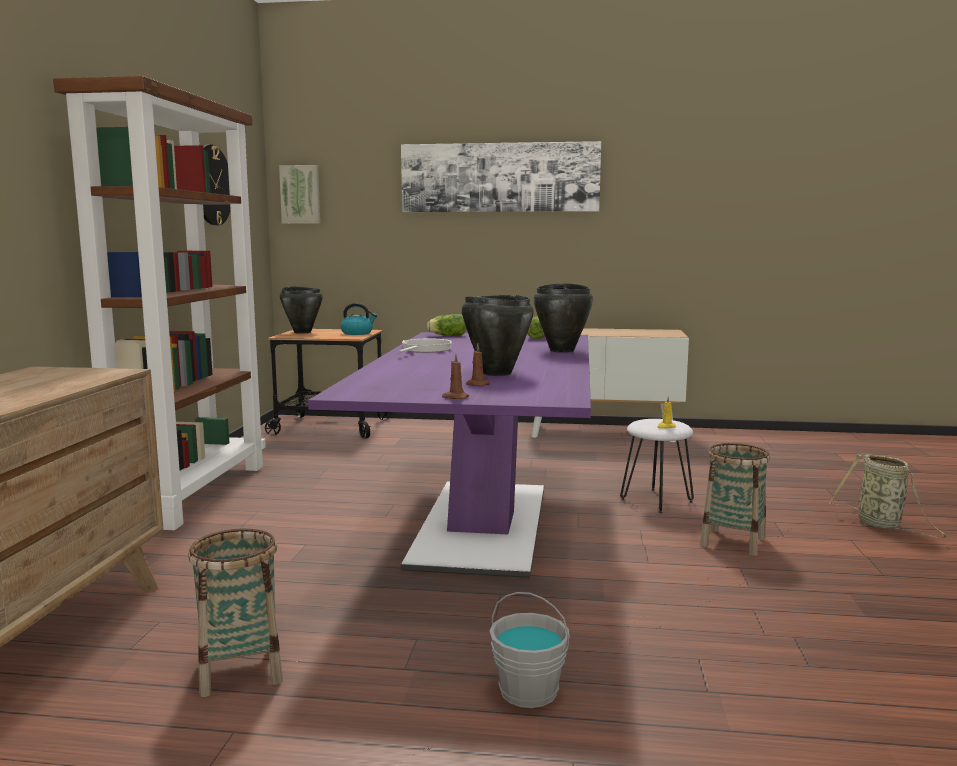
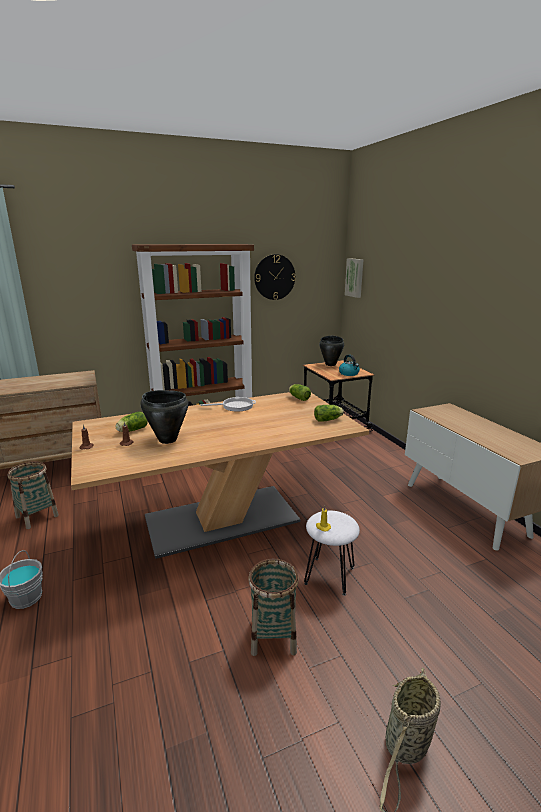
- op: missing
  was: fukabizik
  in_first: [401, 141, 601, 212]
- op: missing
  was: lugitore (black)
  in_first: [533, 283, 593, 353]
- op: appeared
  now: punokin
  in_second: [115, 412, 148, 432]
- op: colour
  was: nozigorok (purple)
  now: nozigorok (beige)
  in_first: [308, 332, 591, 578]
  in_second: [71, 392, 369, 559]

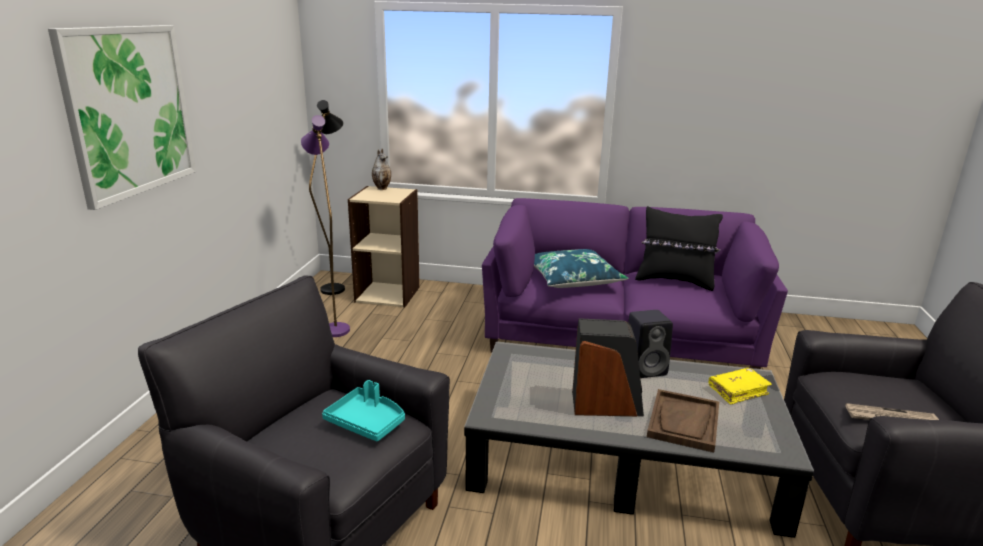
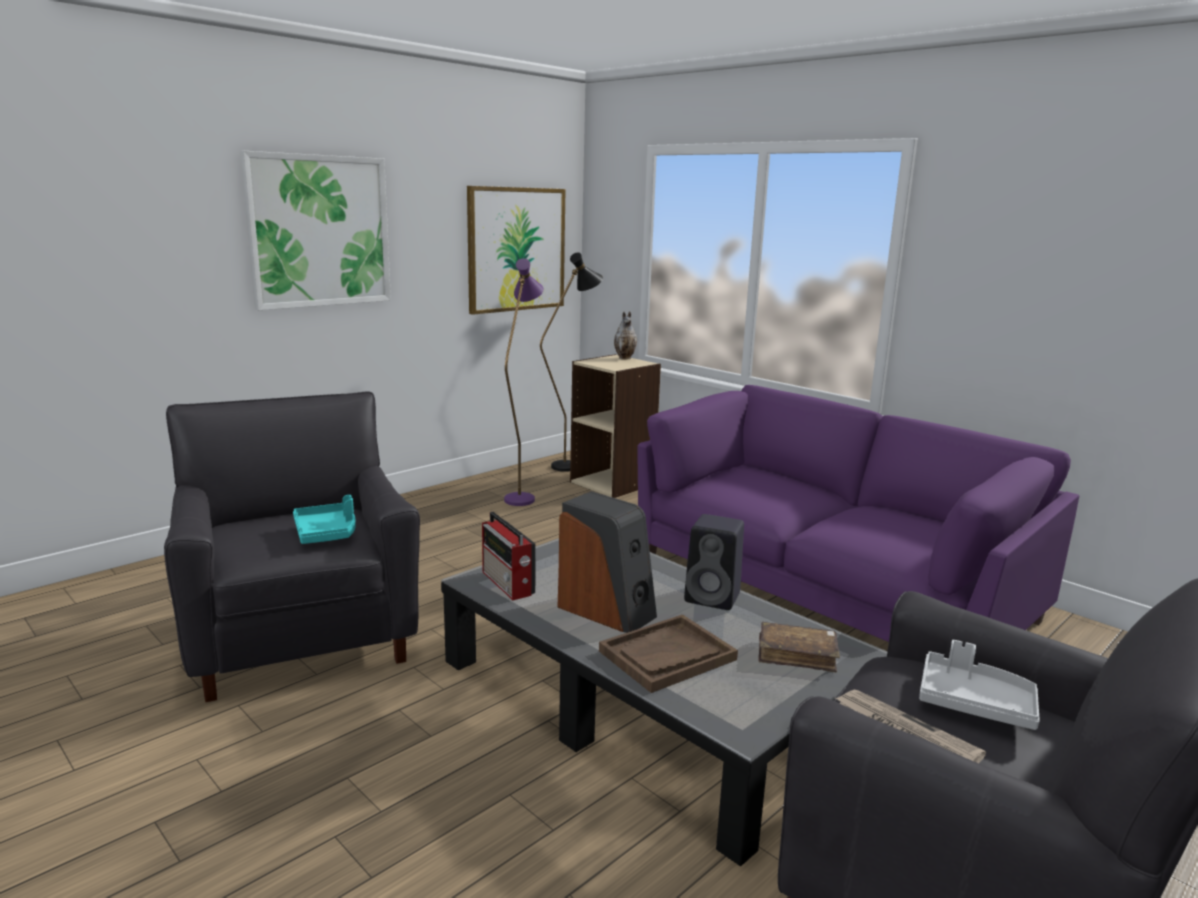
- op: missing
  was: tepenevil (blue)
  in_first: [534, 249, 628, 288]
- op: missing
  was: tepenevil (black)
  in_first: [635, 206, 723, 291]
- op: appeared
  now: fukabizik
  in_second: [467, 186, 566, 315]
- op: appeared
  now: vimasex
  in_second: [482, 512, 536, 600]
- op: appeared
  now: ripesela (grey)
  in_second: [919, 640, 1040, 730]
- op: colour
  was: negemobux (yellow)
  now: negemobux (brown)
  in_first: [709, 368, 772, 405]
  in_second: [758, 622, 840, 672]

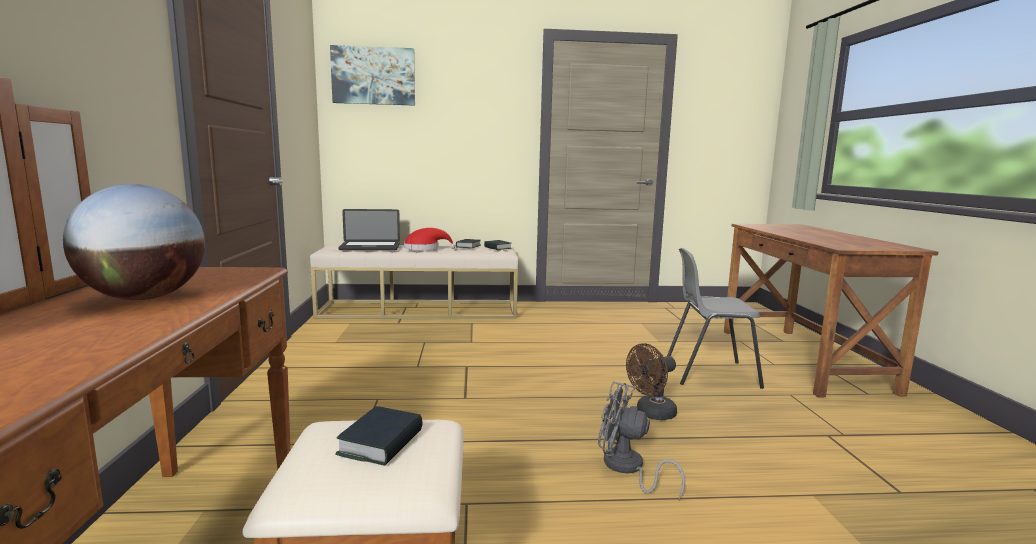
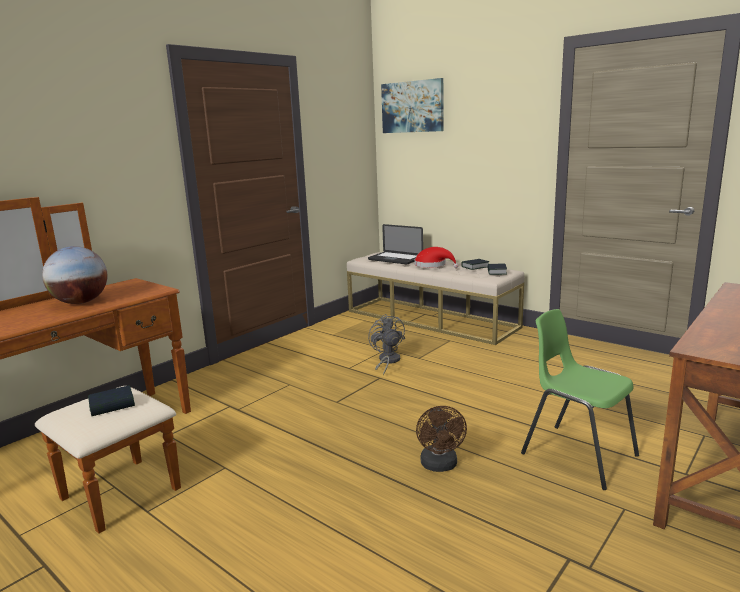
- op: relocated
  was: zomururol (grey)
  in_first: [598, 382, 685, 500]
  in_second: [368, 314, 405, 376]
- op: colour
  was: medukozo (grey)
  now: medukozo (green)
  in_first: [667, 248, 764, 389]
  in_second: [521, 309, 639, 490]
- op: spun
  was: zomururol (brown)
  in_first: [626, 343, 677, 420]
  in_second: [416, 406, 467, 472]
  clockwise: -105

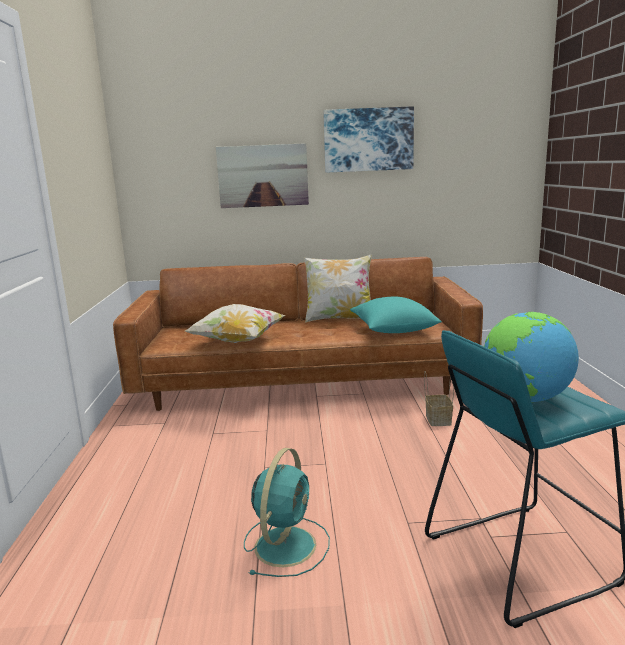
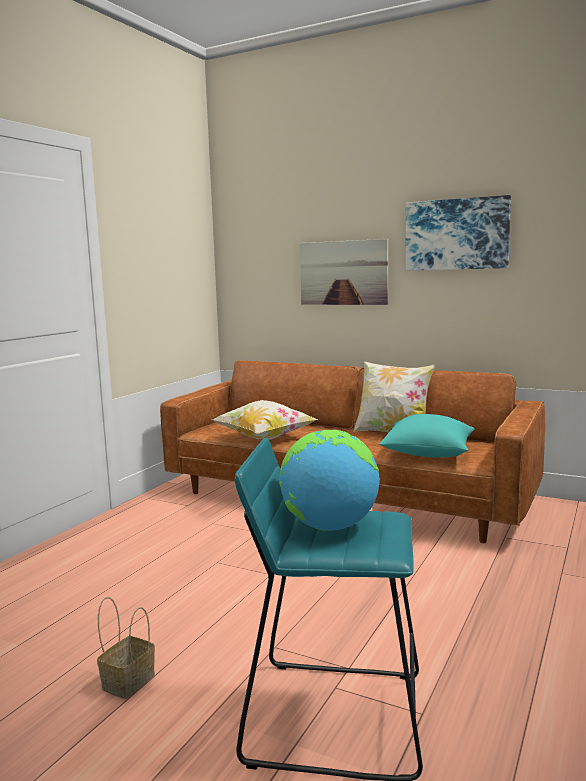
- op: missing
  was: zomururol (turquoise)
  in_first: [244, 448, 330, 577]
- op: relocated
  was: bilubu
  in_first: [424, 371, 454, 426]
  in_second: [97, 597, 155, 699]

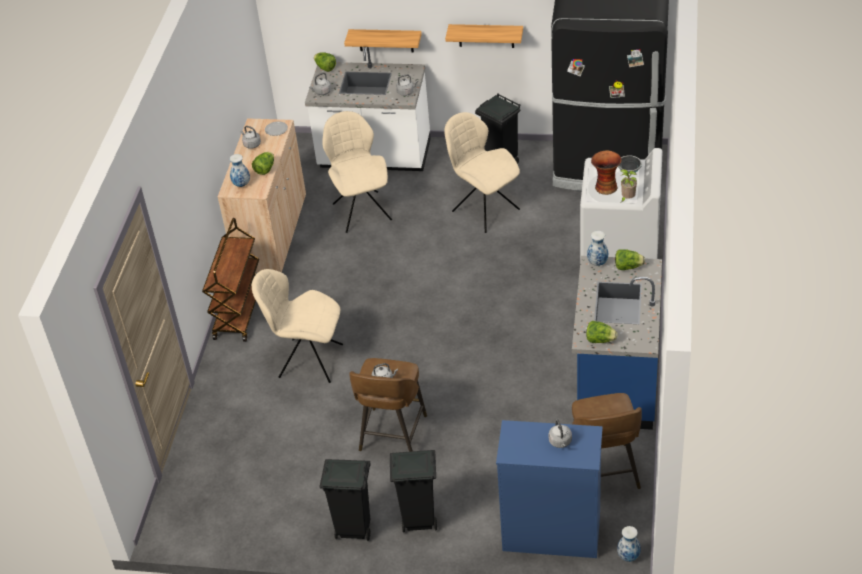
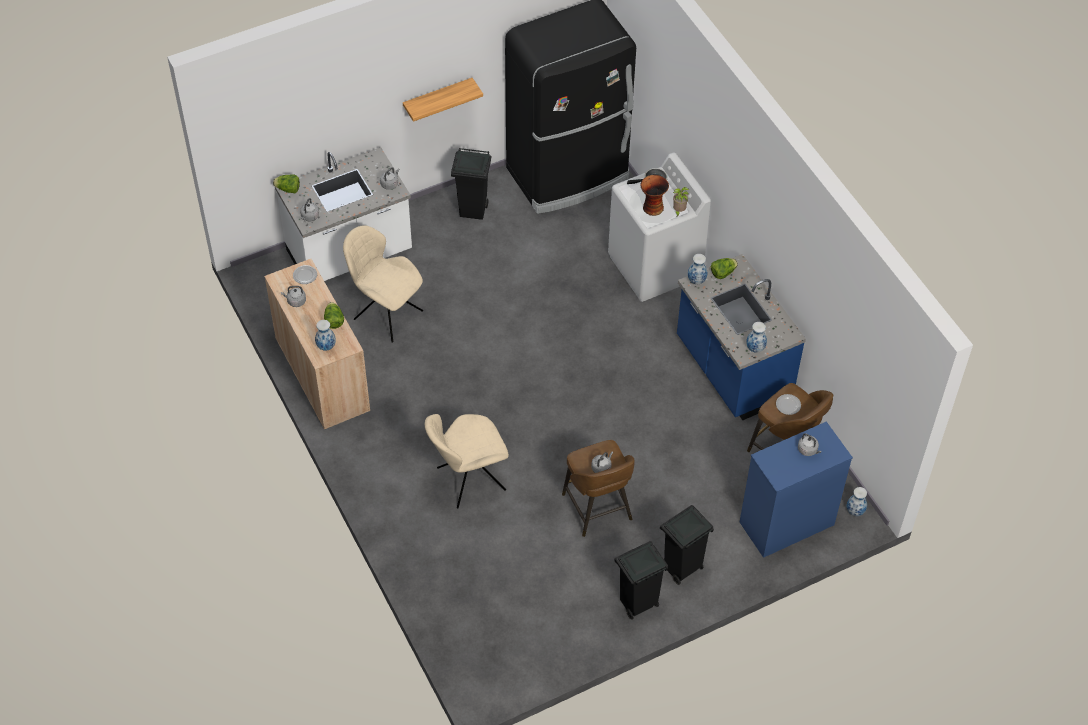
- op: missing
  was: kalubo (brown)
  in_first: [202, 218, 259, 342]
- op: missing
  was: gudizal
  in_first: [344, 29, 422, 53]
- op: missing
  was: medukozo (beige)
  in_first: [444, 112, 520, 233]
- op: appeared
  now: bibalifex
  in_second: [776, 394, 801, 415]
- op: exchanged
  was: punokin
  now: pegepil
  in_first: [586, 321, 618, 343]
  in_second: [746, 322, 767, 353]

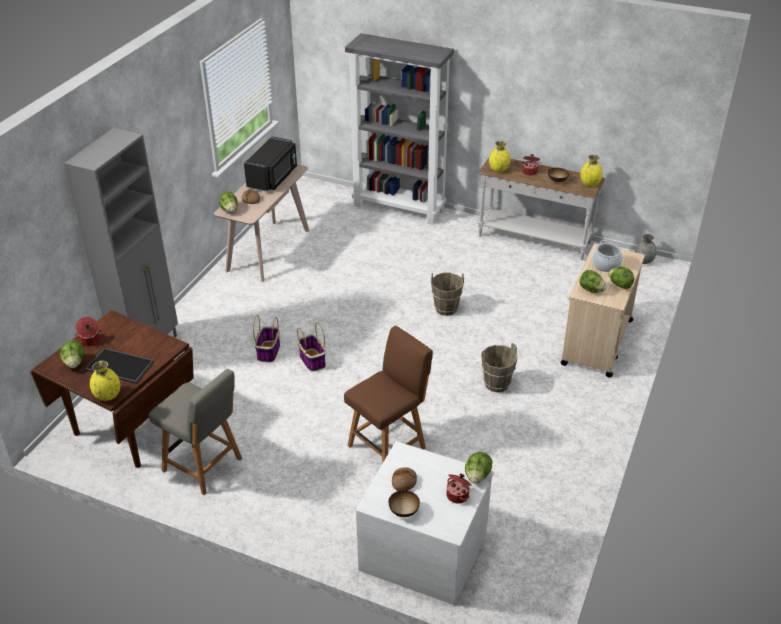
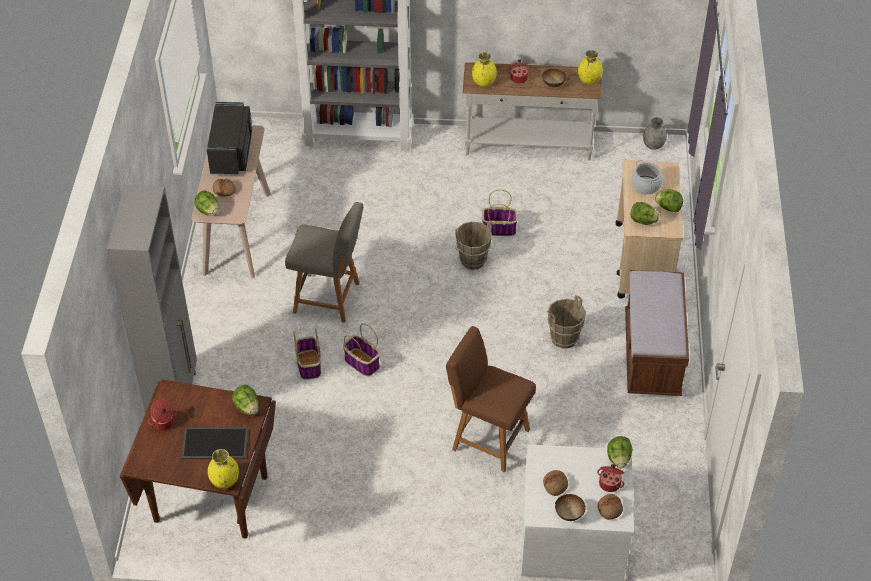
- op: appeared
  now: bilubu
  in_second: [482, 190, 518, 236]
- op: appeared
  now: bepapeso
  in_second: [598, 494, 623, 520]
- op: appeared
  now: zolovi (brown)
  in_second: [625, 270, 689, 396]
- op: relocated
  was: punokin
  in_first: [60, 340, 84, 369]
  in_second: [232, 385, 258, 415]
- op: relocated
  was: medukozo (grey)
  in_first: [149, 369, 242, 495]
  in_second: [285, 202, 363, 323]
- op: spun
  was: medukozo (brown)
  in_first: [344, 326, 433, 464]
  in_second: [446, 326, 536, 472]
  clockwise: -90

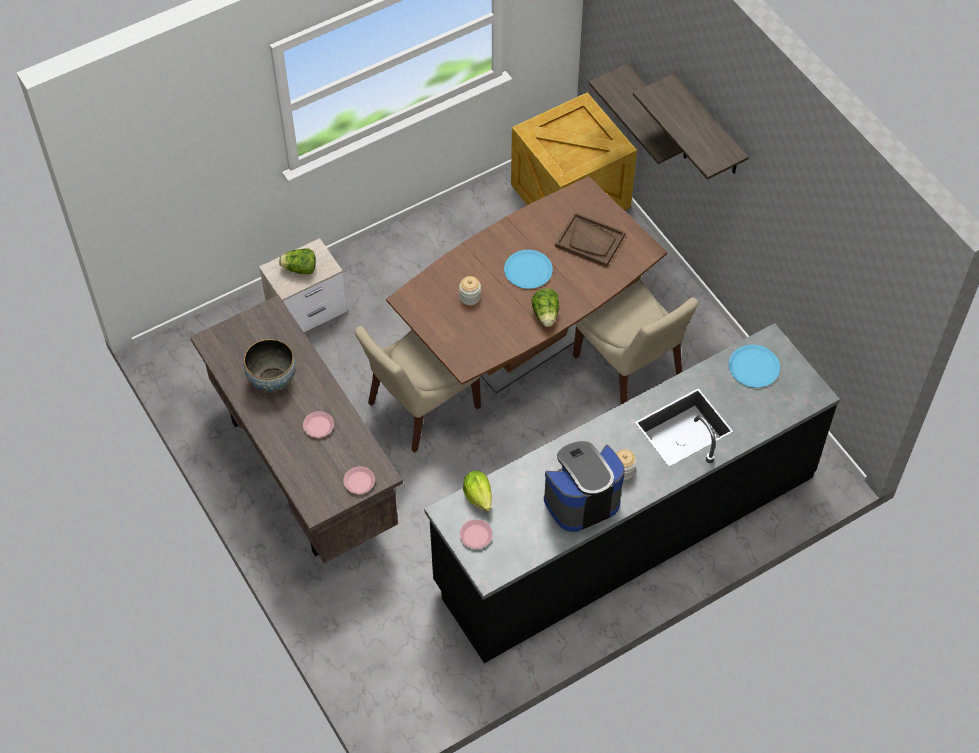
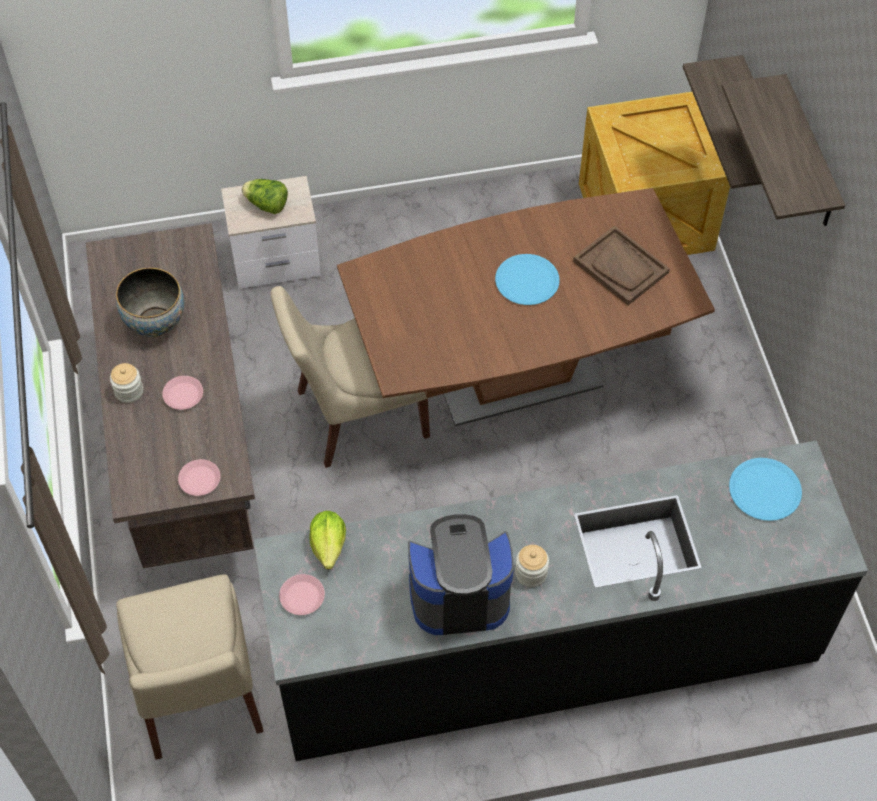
- op: missing
  was: punokin
  in_first: [531, 288, 559, 327]
- op: relocated
  was: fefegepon
  in_first: [459, 276, 481, 305]
  in_second: [110, 363, 143, 403]
- op: relocated
  was: medukozo (beige)
  in_first: [573, 280, 698, 404]
  in_second: [116, 574, 264, 760]

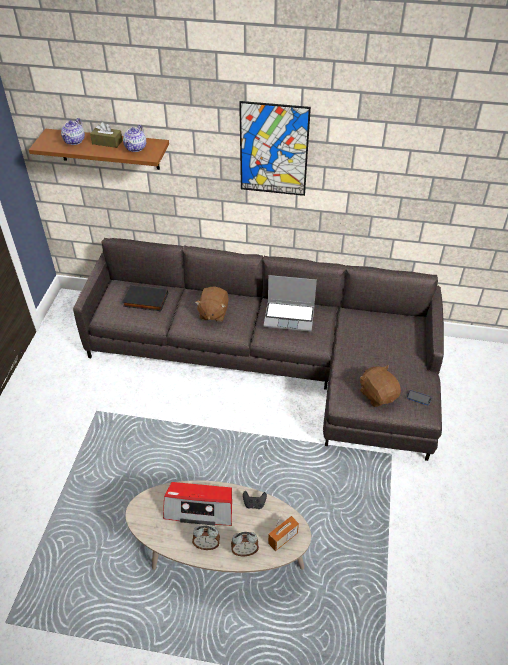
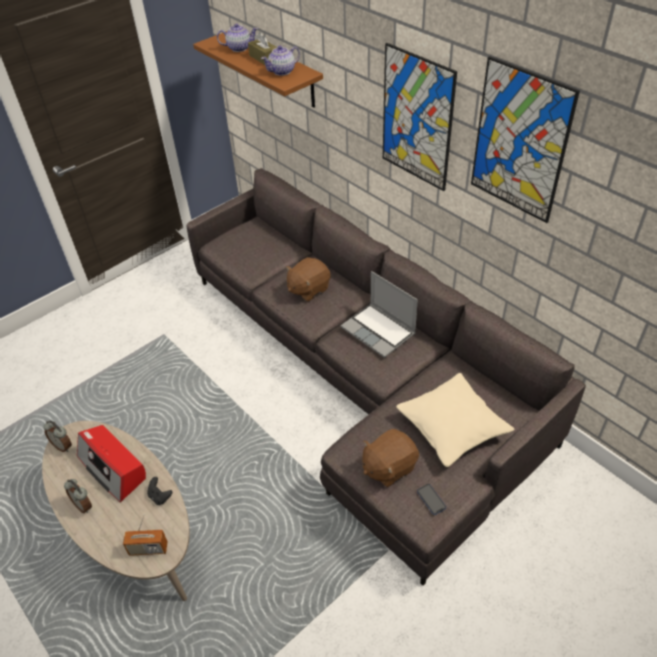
- op: missing
  was: negemobux (black)
  in_first: [122, 285, 168, 311]
- op: appeared
  now: tepenevil (beige)
  in_second: [396, 373, 514, 467]
- op: appeared
  now: fukabizik
  in_second: [471, 56, 580, 223]
- op: relocated
  was: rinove
  in_first: [231, 532, 259, 556]
  in_second: [43, 421, 72, 452]
- op: spun
  was: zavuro
  in_first: [61, 118, 85, 145]
  in_second: [217, 23, 258, 52]
  clockwise: -150
- op: spun
  was: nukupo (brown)
  in_first: [360, 365, 401, 407]
  in_second: [363, 429, 419, 487]
  clockwise: -135

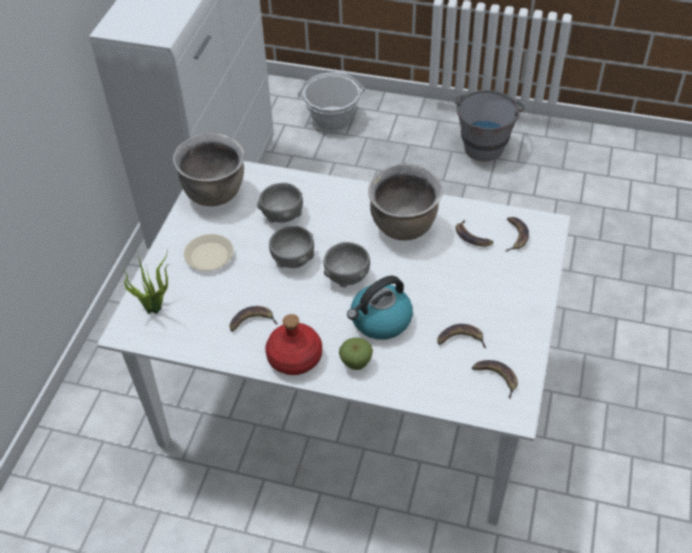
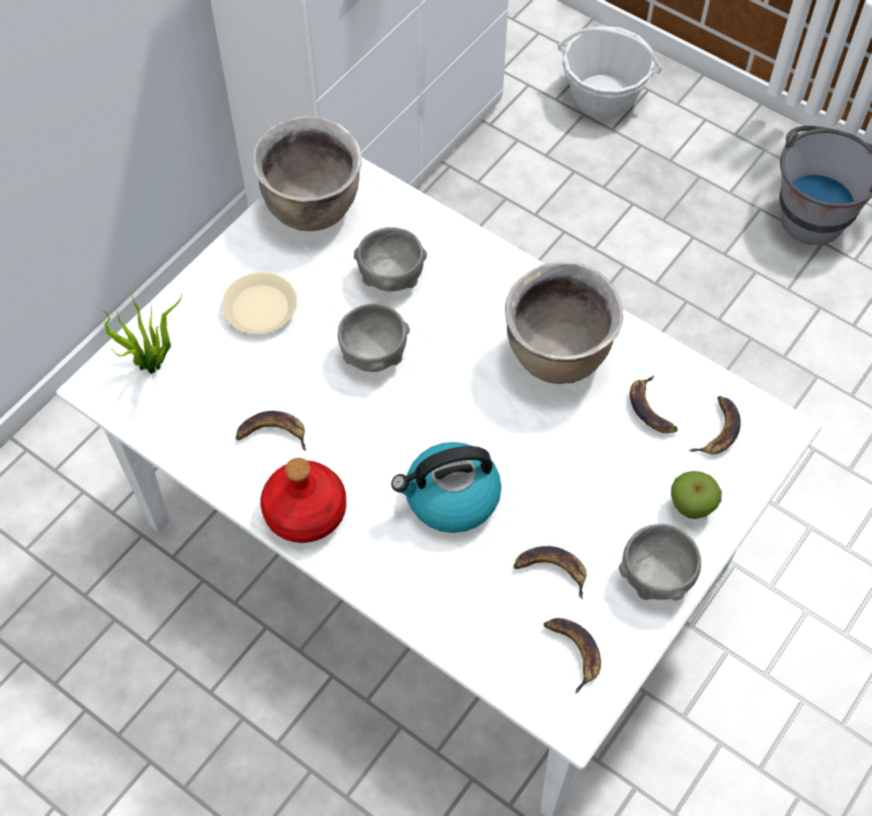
- op: relocated
  was: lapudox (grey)
  in_first: [324, 242, 370, 287]
  in_second: [619, 524, 701, 600]
- op: relocated
  was: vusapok
  in_first: [339, 338, 373, 370]
  in_second: [671, 471, 722, 519]

